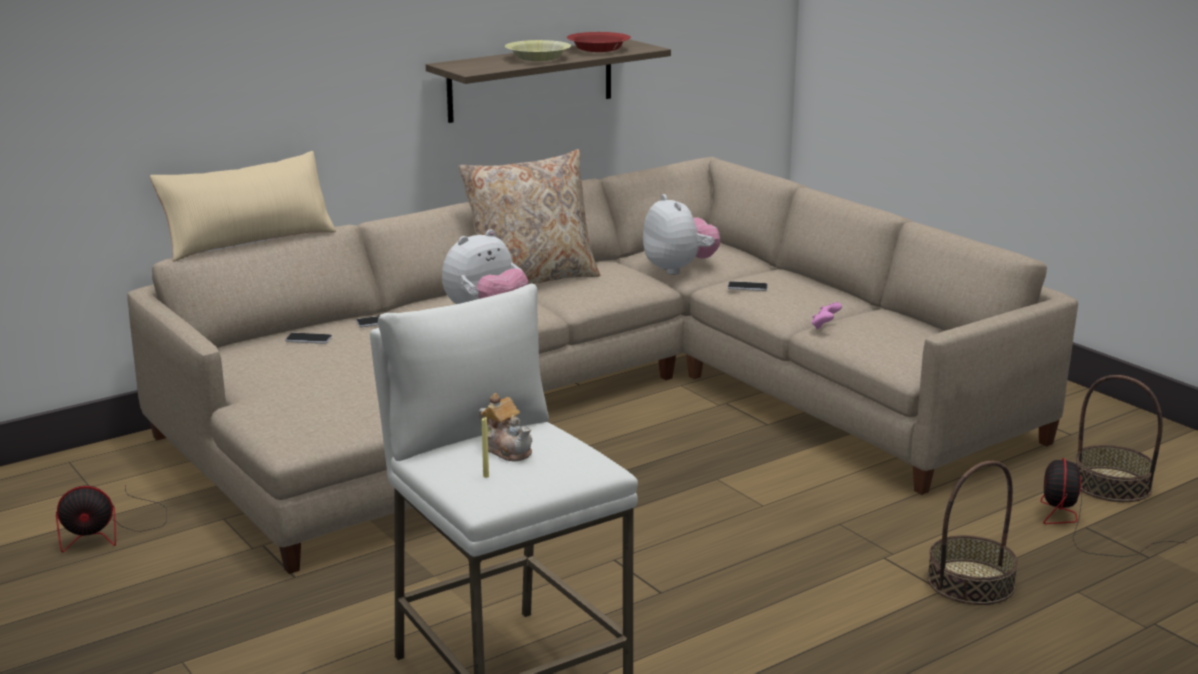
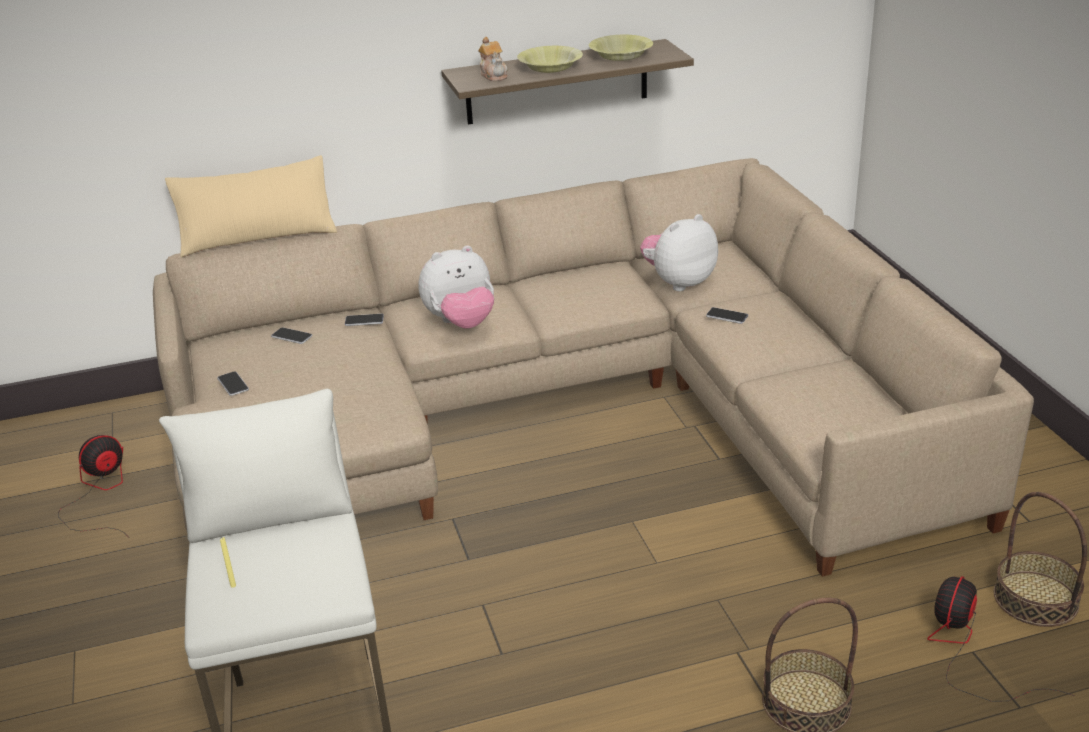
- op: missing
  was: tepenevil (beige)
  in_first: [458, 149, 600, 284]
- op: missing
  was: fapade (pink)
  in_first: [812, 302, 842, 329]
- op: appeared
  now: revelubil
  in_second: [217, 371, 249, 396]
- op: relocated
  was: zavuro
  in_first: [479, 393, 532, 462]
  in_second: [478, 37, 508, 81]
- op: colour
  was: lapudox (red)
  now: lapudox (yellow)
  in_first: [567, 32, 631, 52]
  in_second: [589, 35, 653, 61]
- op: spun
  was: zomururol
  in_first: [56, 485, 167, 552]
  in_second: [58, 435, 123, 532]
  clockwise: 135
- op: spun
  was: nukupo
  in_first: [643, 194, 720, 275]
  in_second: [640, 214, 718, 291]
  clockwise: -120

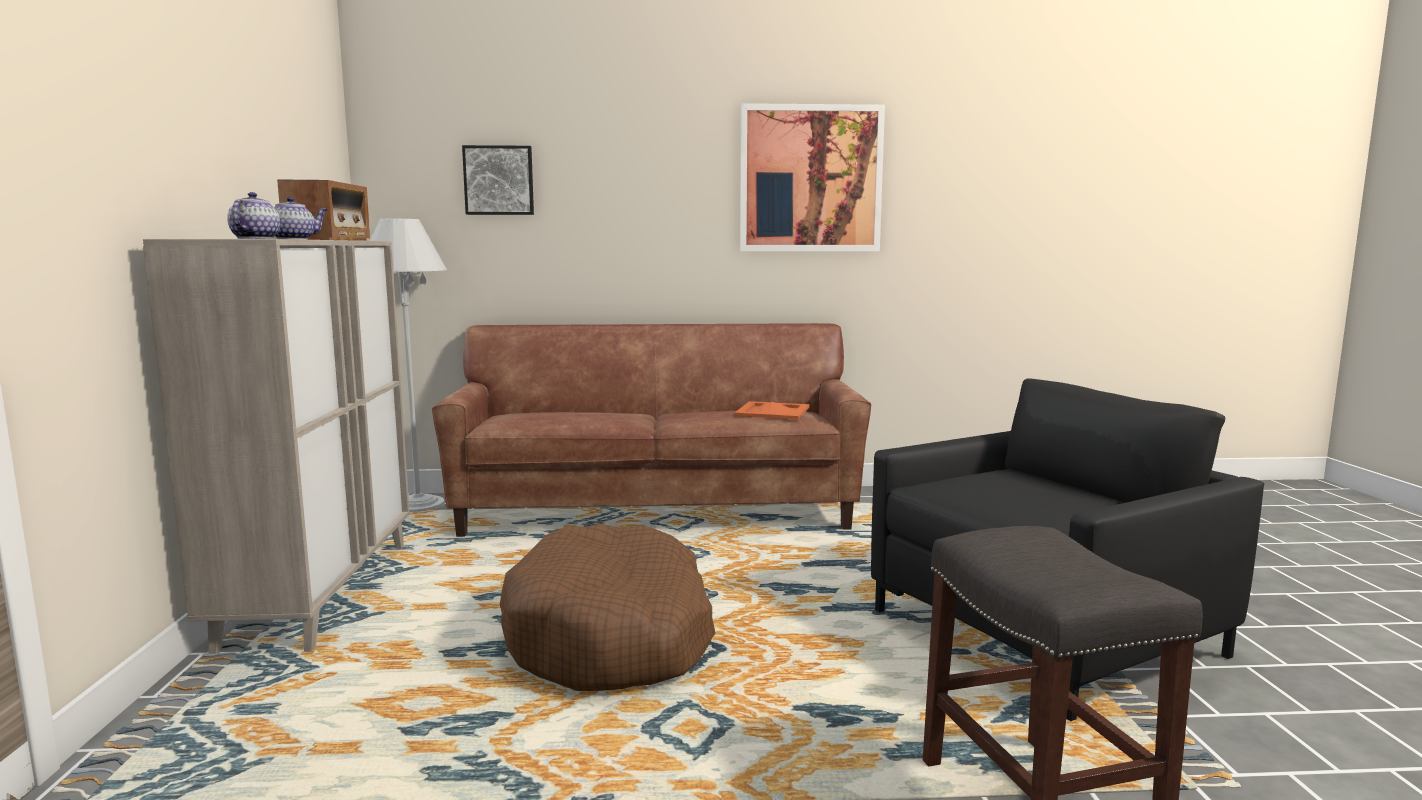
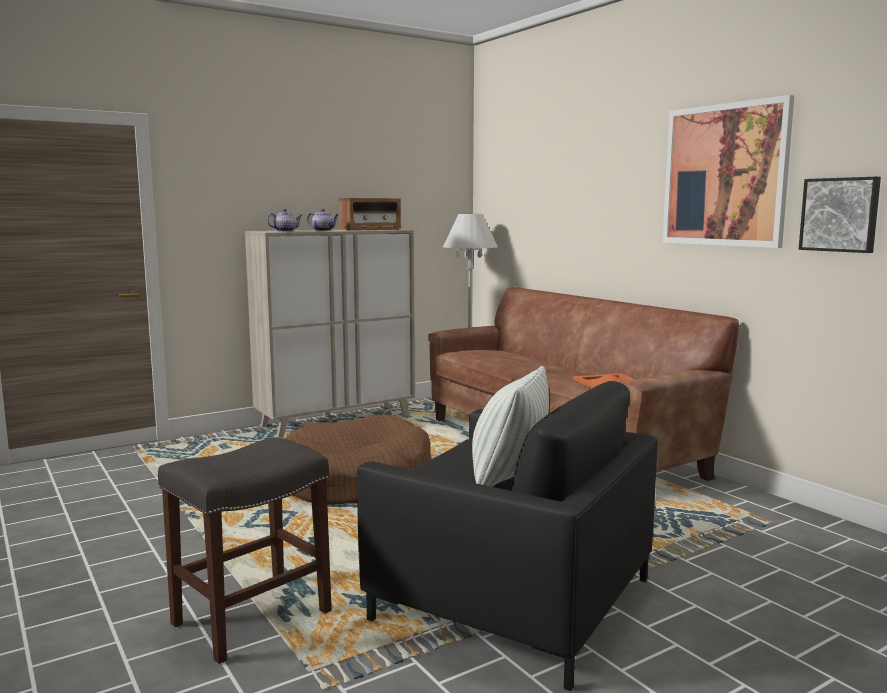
- op: appeared
  now: tepenevil
  in_second: [472, 366, 549, 487]
- op: relocated
  was: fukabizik
  in_first: [462, 145, 534, 215]
  in_second: [799, 177, 881, 253]

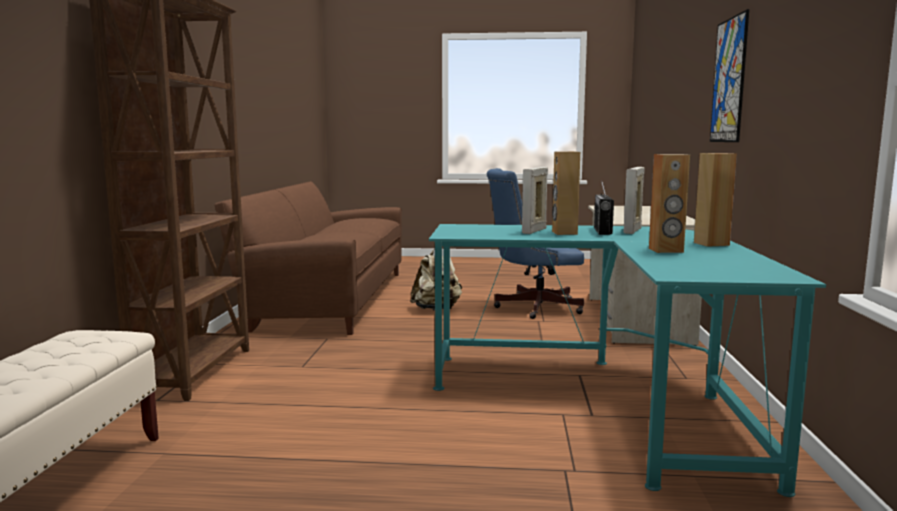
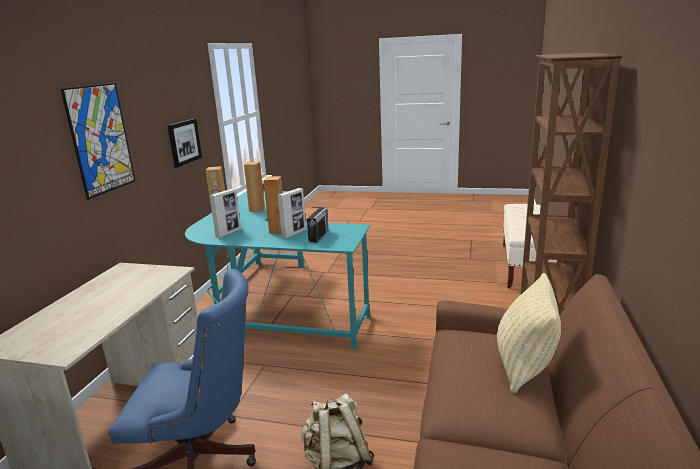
- op: appeared
  now: fukabizik
  in_second: [167, 119, 202, 168]
- op: appeared
  now: tepenevil (beige)
  in_second: [497, 273, 561, 393]
- op: relocated
  was: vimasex
  in_first: [594, 181, 614, 235]
  in_second: [307, 207, 329, 243]

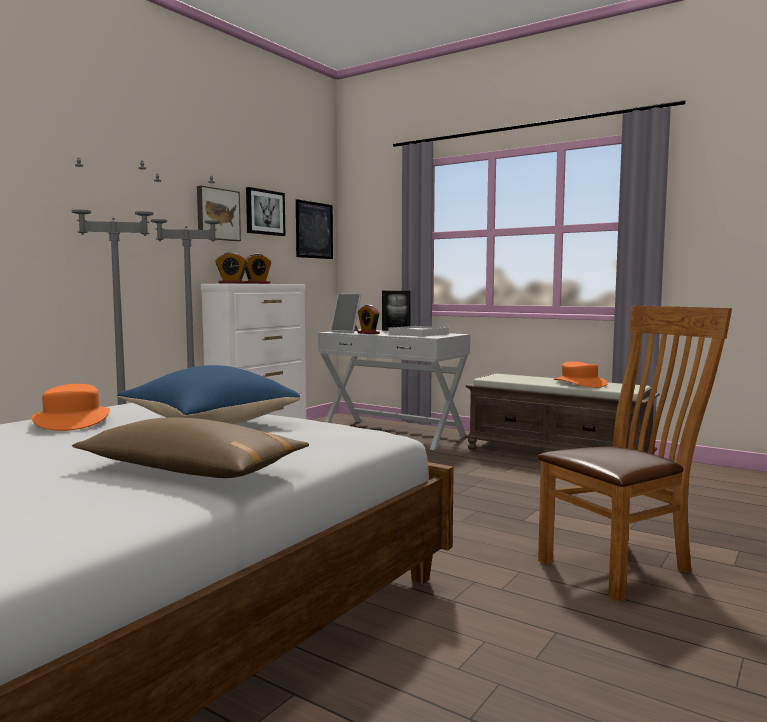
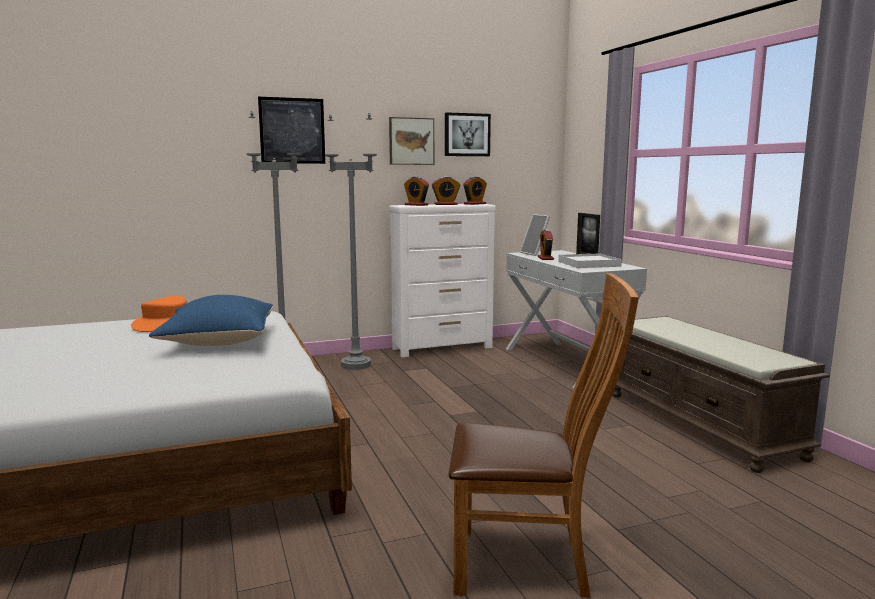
- op: missing
  was: tepenevil (brown)
  in_first: [72, 417, 309, 478]
- op: missing
  was: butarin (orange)
  in_first: [554, 361, 608, 388]
- op: appeared
  now: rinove
  in_second: [463, 176, 487, 205]
- op: relocated
  was: fukabizik
  in_first: [296, 199, 333, 259]
  in_second: [258, 97, 325, 164]

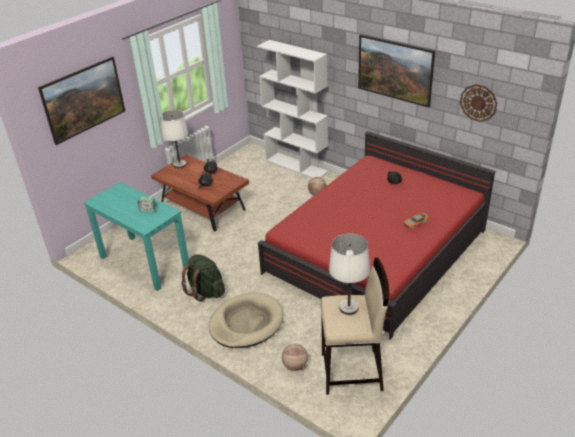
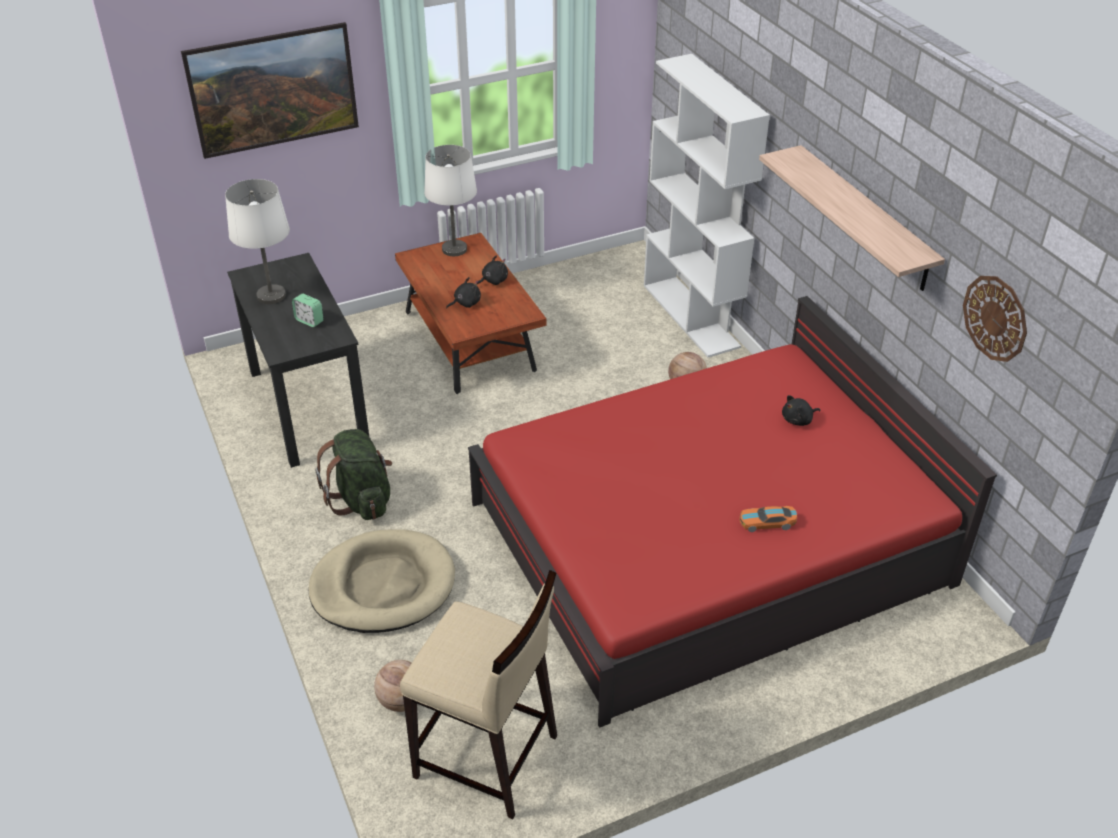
- op: relocated
  was: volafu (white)
  in_first: [329, 234, 370, 315]
  in_second: [225, 179, 290, 304]
- op: exchanged
  was: fukabizik
  now: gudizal
  in_first: [358, 34, 435, 108]
  in_second: [759, 145, 945, 291]
- op: colour
  was: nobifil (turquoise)
  now: nobifil (black)
  in_first: [84, 182, 189, 291]
  in_second: [227, 253, 369, 468]

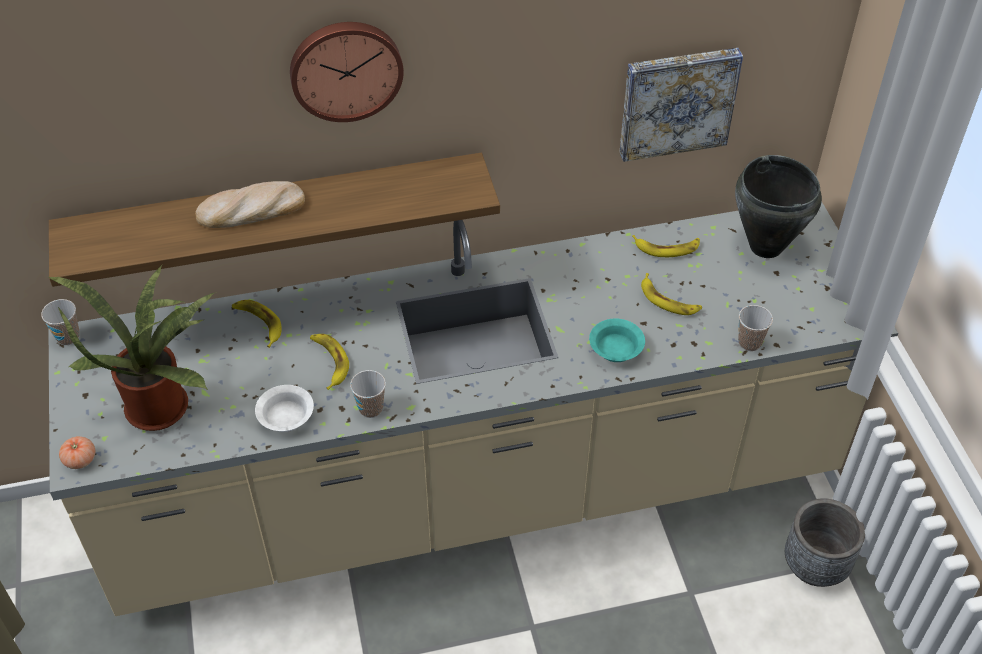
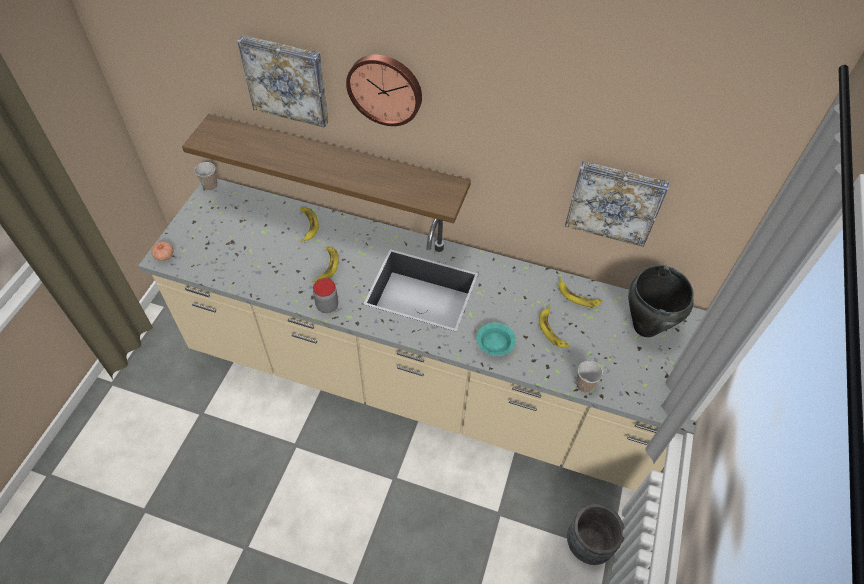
- op: missing
  was: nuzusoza
  in_first: [48, 265, 217, 431]
- op: missing
  was: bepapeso
  in_first: [195, 181, 305, 228]
- op: missing
  was: lapudox (white)
  in_first: [255, 385, 314, 432]
- op: appeared
  now: fukabizik
  in_second: [237, 35, 329, 128]
- op: exchanged
  was: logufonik
  now: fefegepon
  in_first: [350, 370, 386, 418]
  in_second: [313, 278, 338, 313]

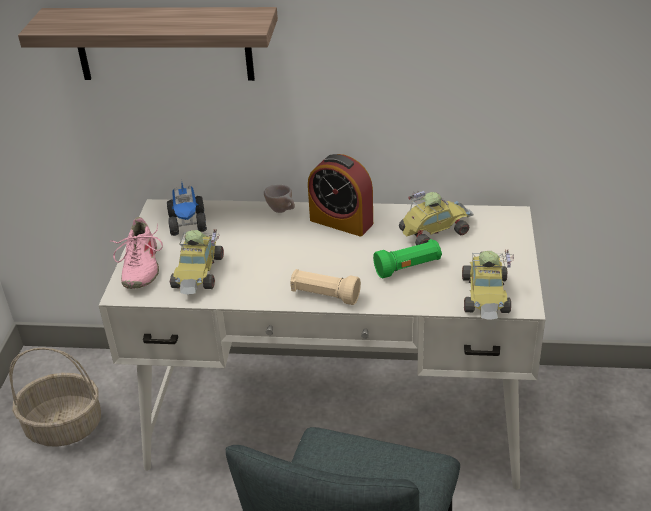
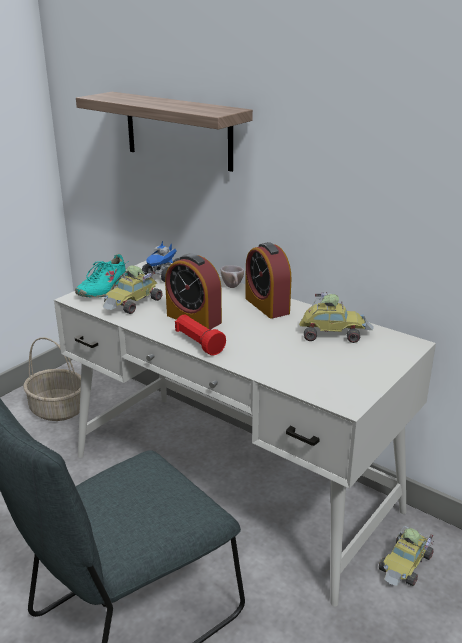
- op: missing
  was: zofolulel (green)
  in_first: [373, 239, 442, 278]
- op: appeared
  now: rinove
  in_second: [165, 254, 222, 330]
- op: relocated
  was: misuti
  in_first: [462, 249, 514, 320]
  in_second: [379, 526, 434, 586]
- op: colour
  was: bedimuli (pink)
  now: bedimuli (turquoise)
  in_first: [111, 217, 163, 289]
  in_second: [75, 253, 129, 298]
- op: colour
  was: zofolulel (beige)
  now: zofolulel (red)
  in_first: [290, 269, 361, 305]
  in_second: [175, 315, 226, 356]

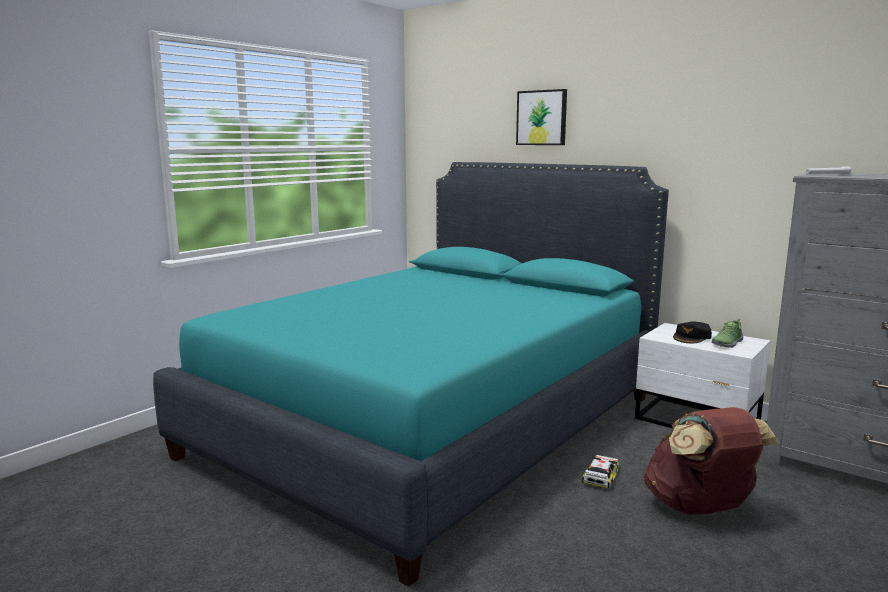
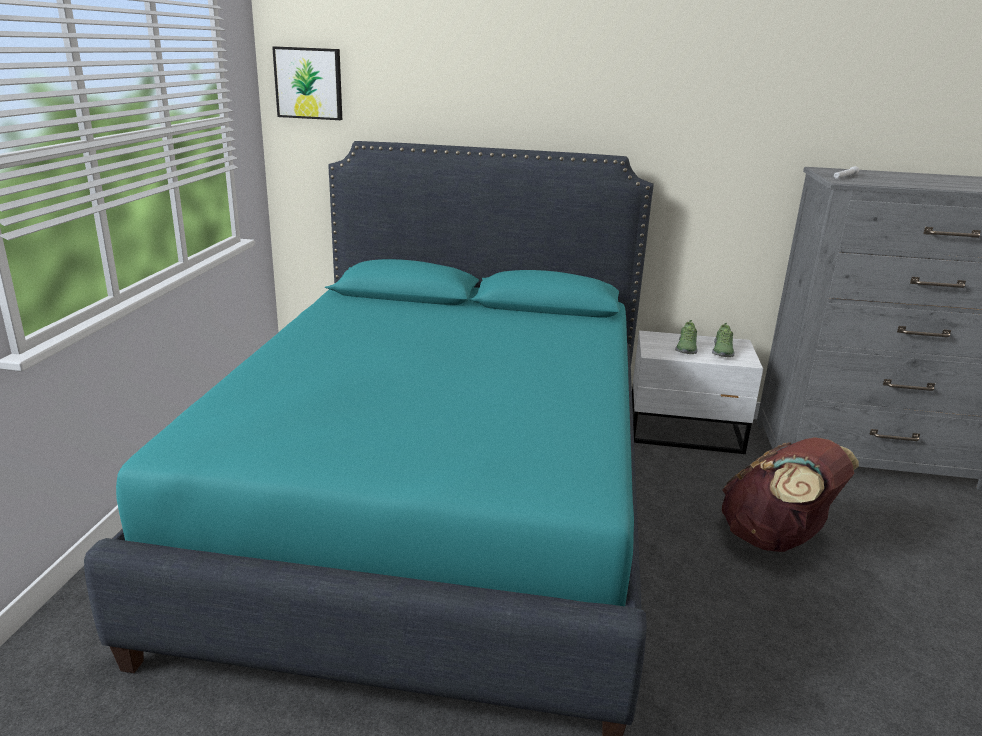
- op: missing
  was: misuti
  in_first: [582, 455, 619, 489]
- op: relocated
  was: fukabizik
  in_first: [516, 89, 567, 145]
  in_second: [272, 46, 342, 120]
- op: exchanged
  was: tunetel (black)
  now: bedimuli
  in_first: [673, 322, 712, 343]
  in_second: [675, 320, 698, 354]

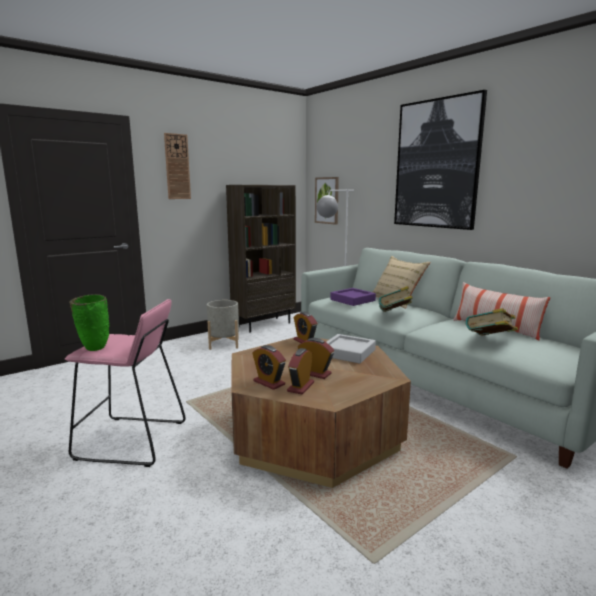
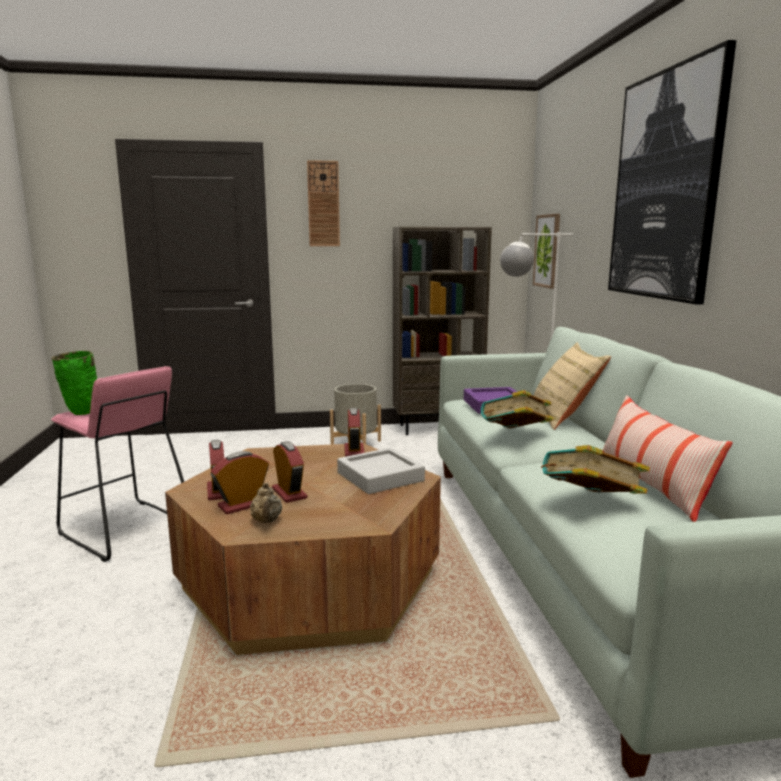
- op: appeared
  now: zavuro (beige)
  in_second: [250, 482, 282, 523]

